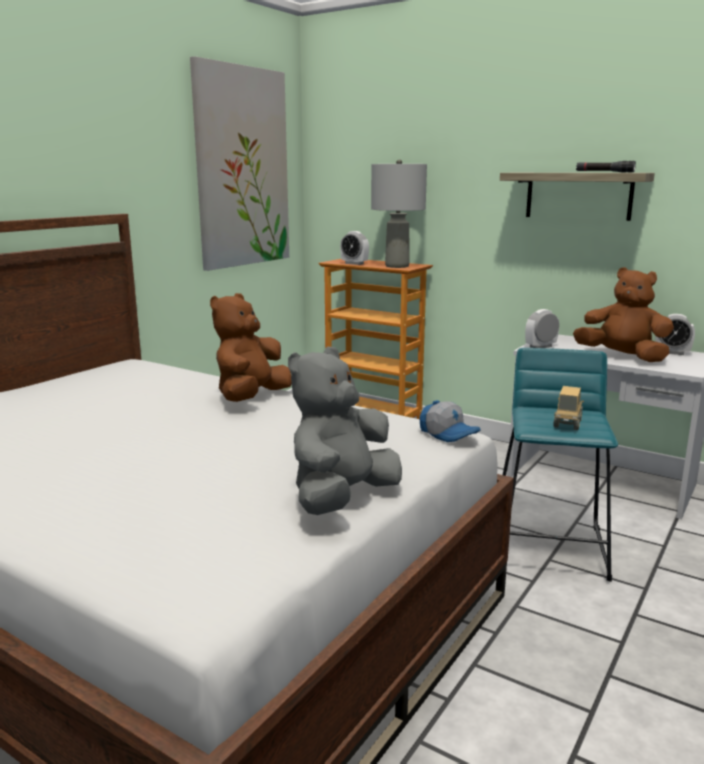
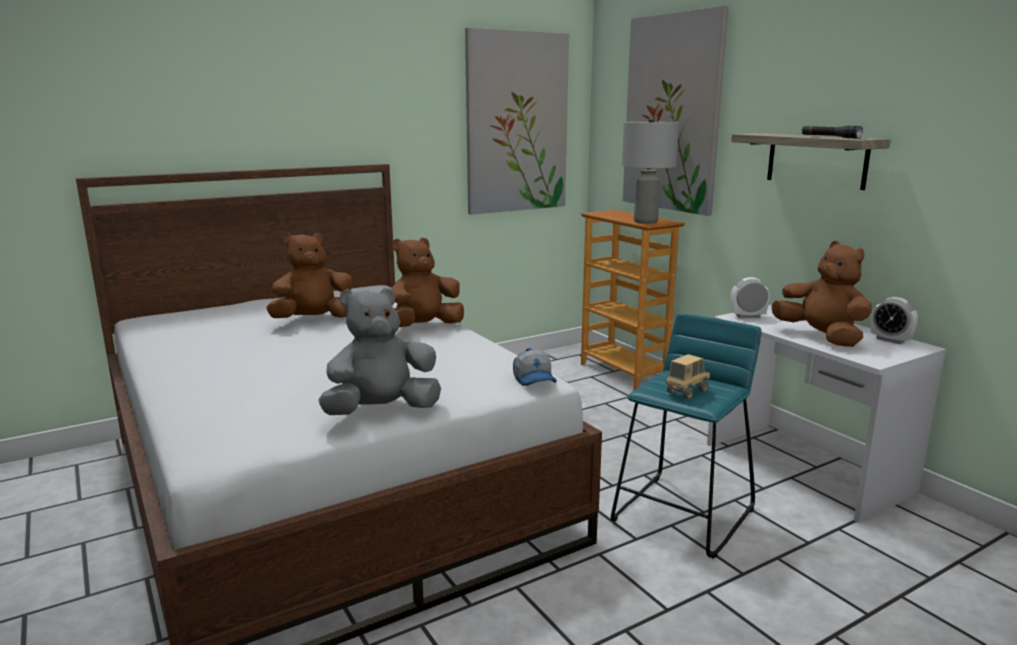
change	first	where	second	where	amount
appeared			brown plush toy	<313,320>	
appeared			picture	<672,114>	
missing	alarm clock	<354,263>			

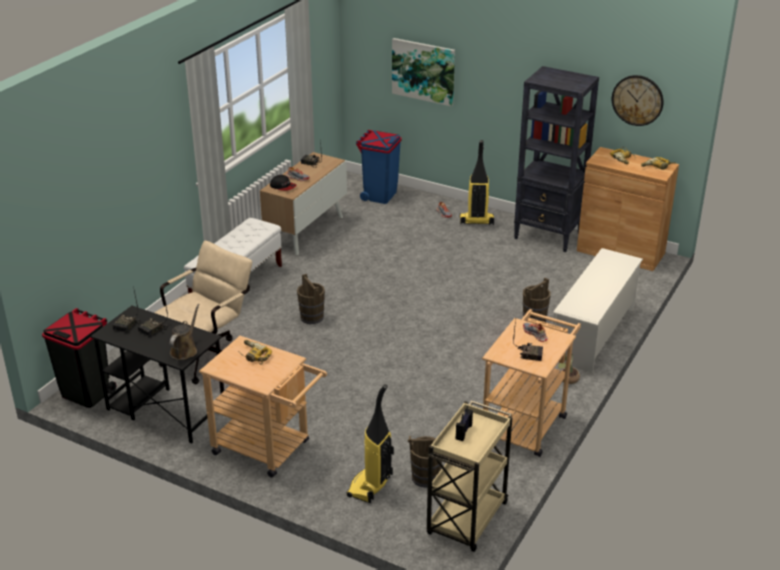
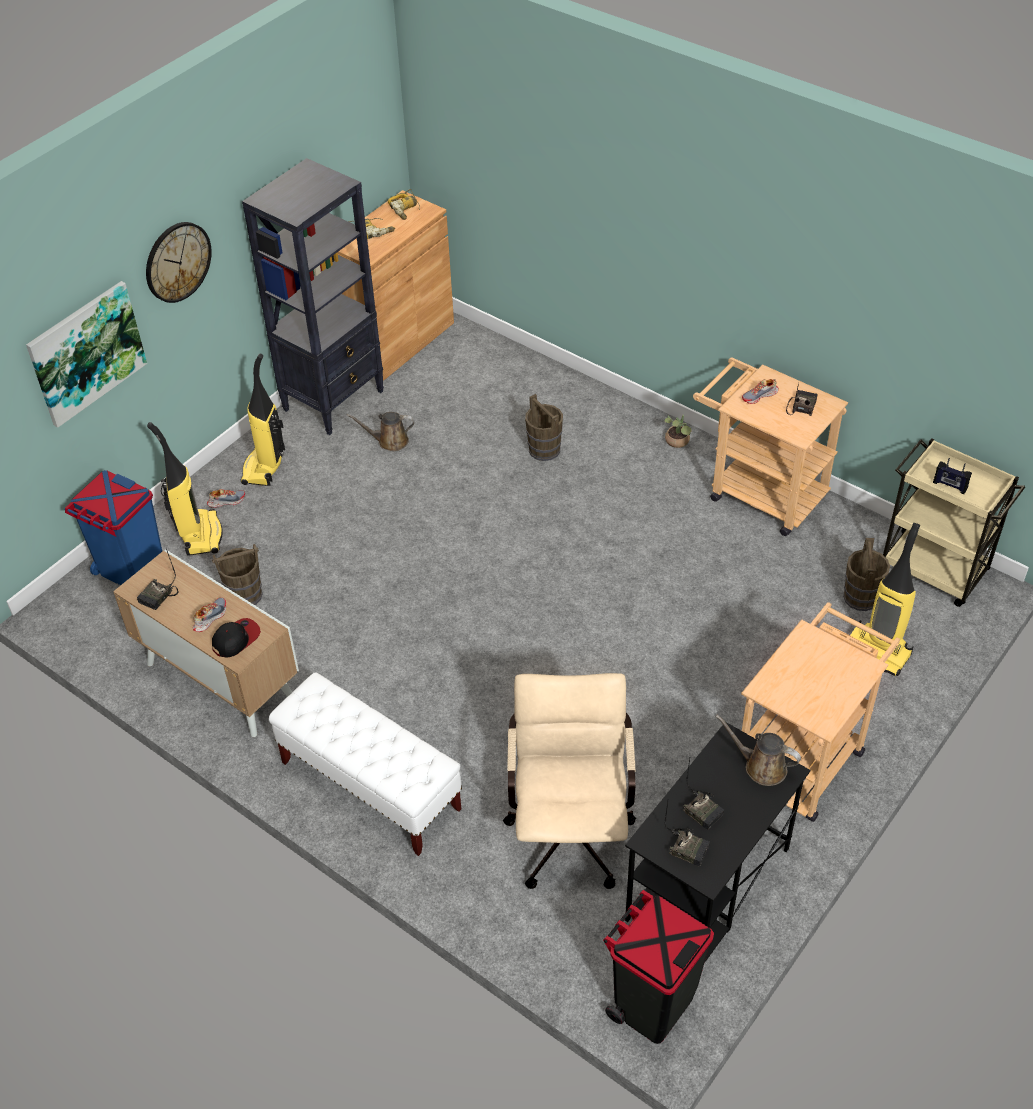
change	first	where	second	where	amount
relocated	wall clock	<637,100>		<177,261>	
appeared			vacuum cleaner	<200,534>	
relocated	brown bucket	<312,317>		<244,595>	
appeared			brown watering can	<389,441>	
spun	beige office chair	<208,355>		<570,828>	45 degrees clockwise
missing	power drill	<253,355>			
missing	white shoe rack	<593,334>			

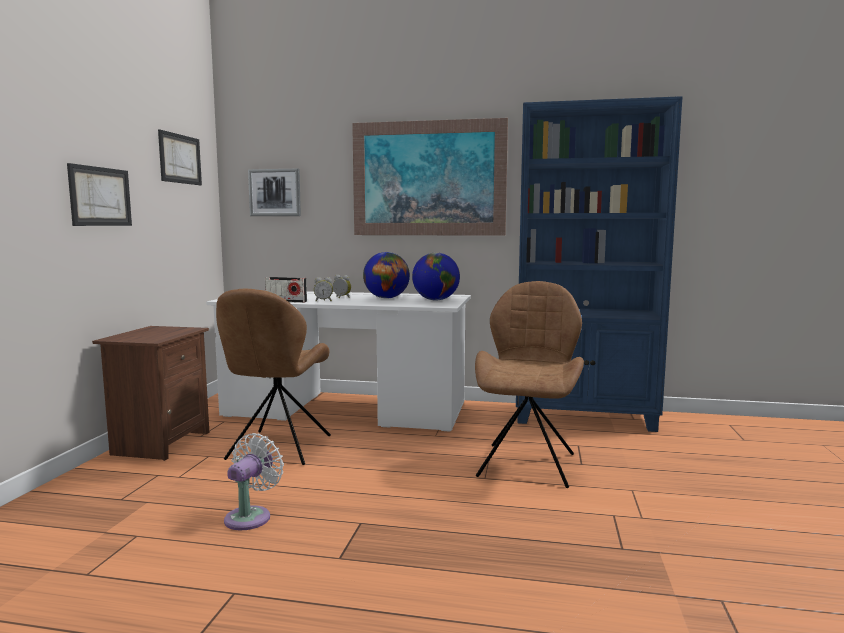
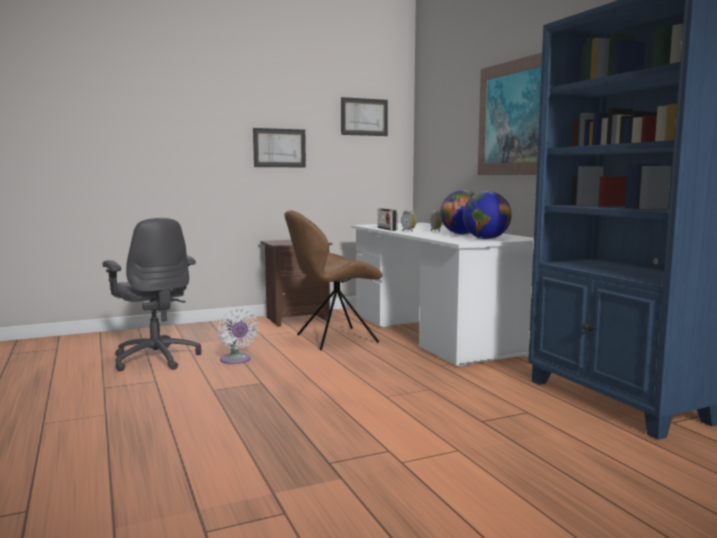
change	first	where	second	where	amount
appeared			grey office chair	<156,358>	
spun	white fan	<251,516>		<236,360>	75 degrees clockwise
missing	picture	<275,192>			
missing	brown chair	<527,463>			

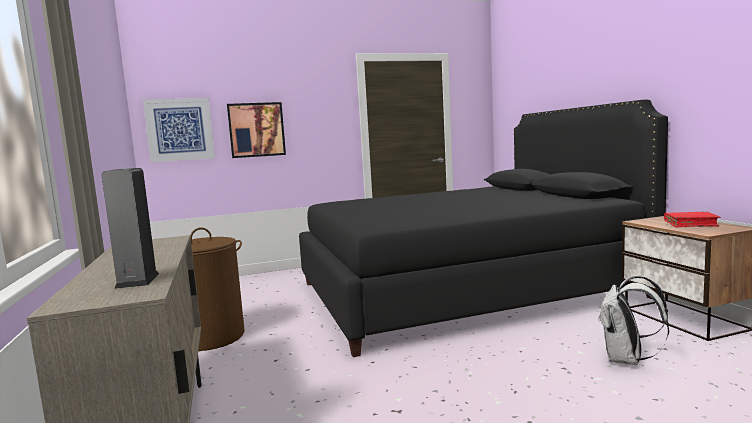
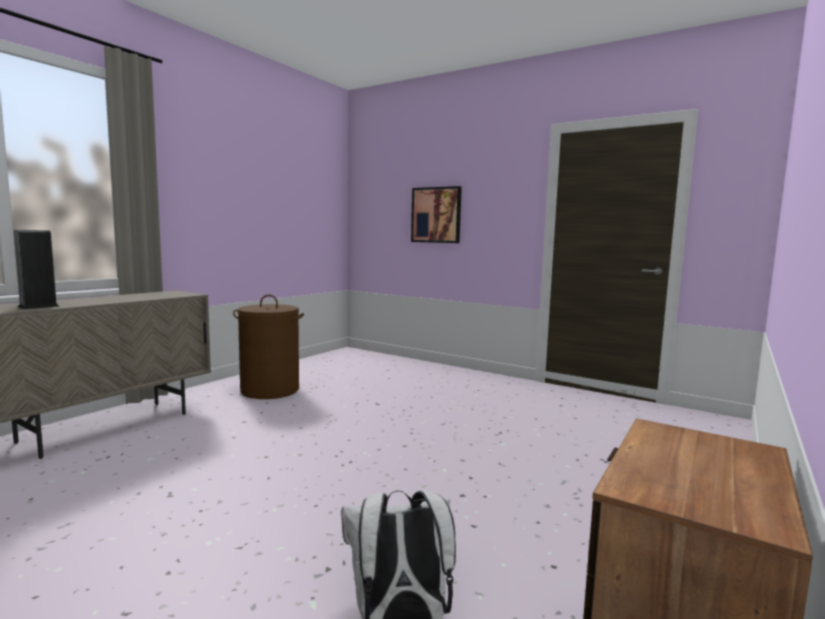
change	first	where	second	where	amount
missing	picture	<180,129>			
missing	black bed	<462,290>			
missing	red book	<690,224>			

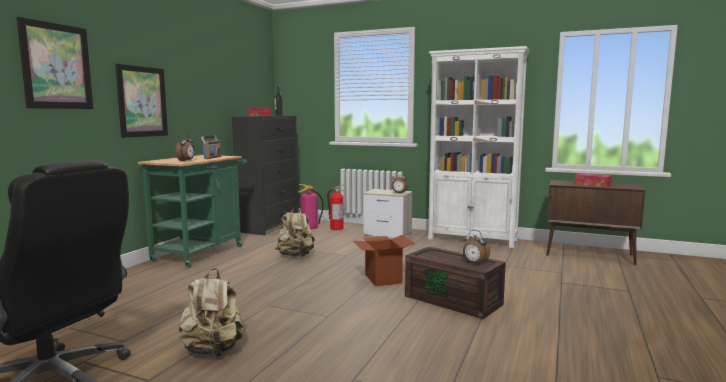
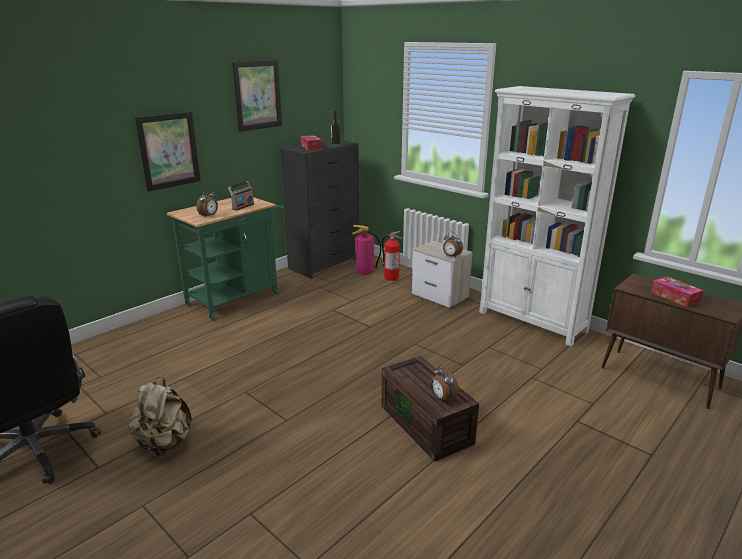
change	first	where	second	where	amount
relocated	picture	<57,66>		<257,95>	
missing	beige backpack	<296,256>			
missing	cardboard box	<383,279>			

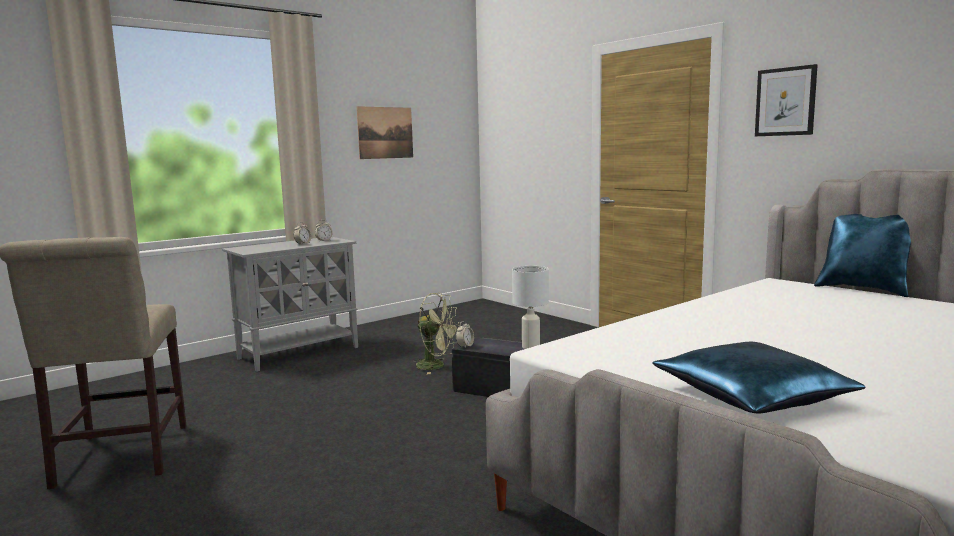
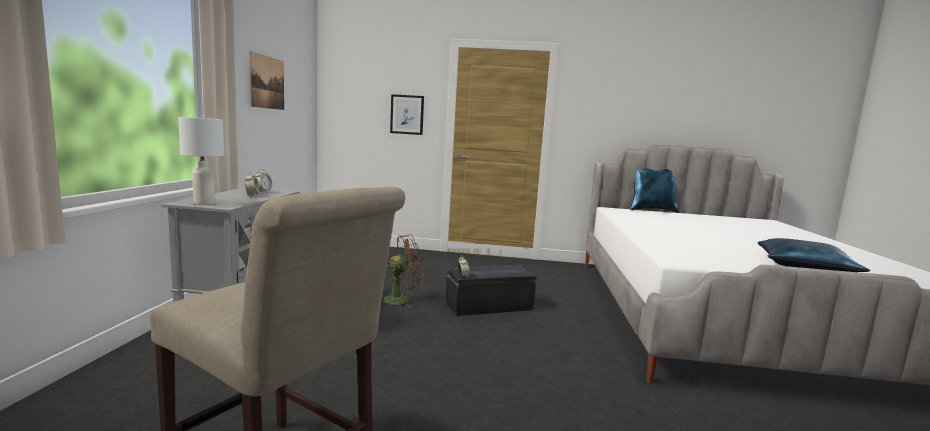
change	first	where	second	where	amount
relocated	white table lamp	<531,347>		<204,203>	
colour	green fan	<436,366>	brown fan	<401,300>	
relocated	picture	<785,101>		<407,114>	

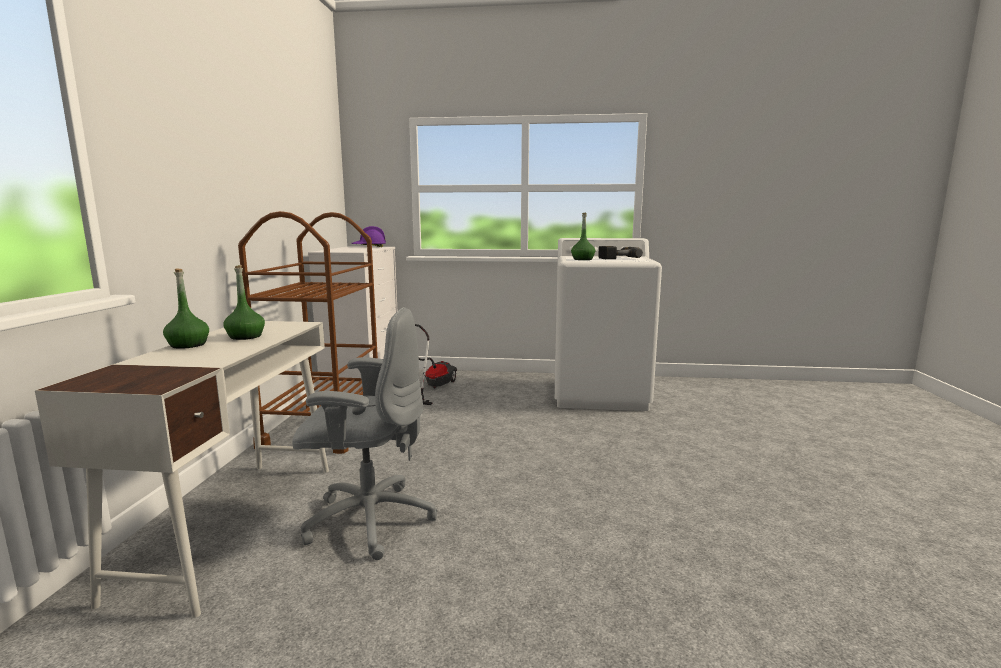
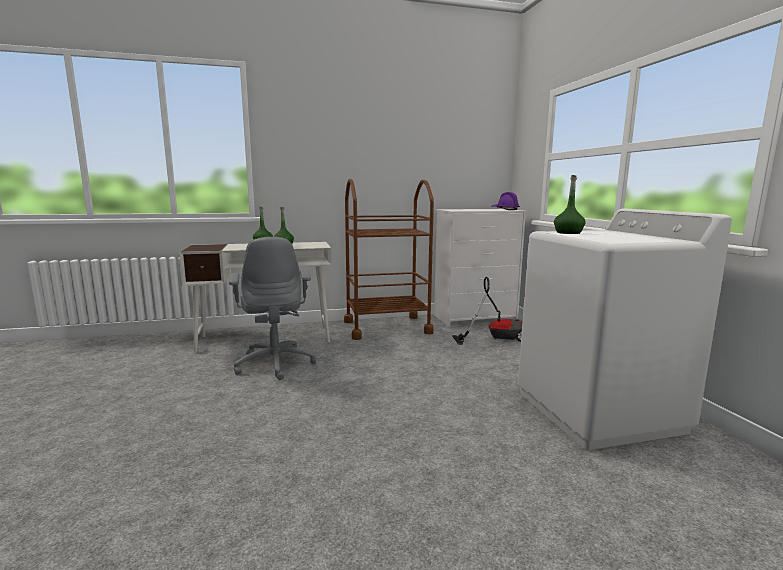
change	first	where	second	where	amount
missing	power drill	<617,258>			

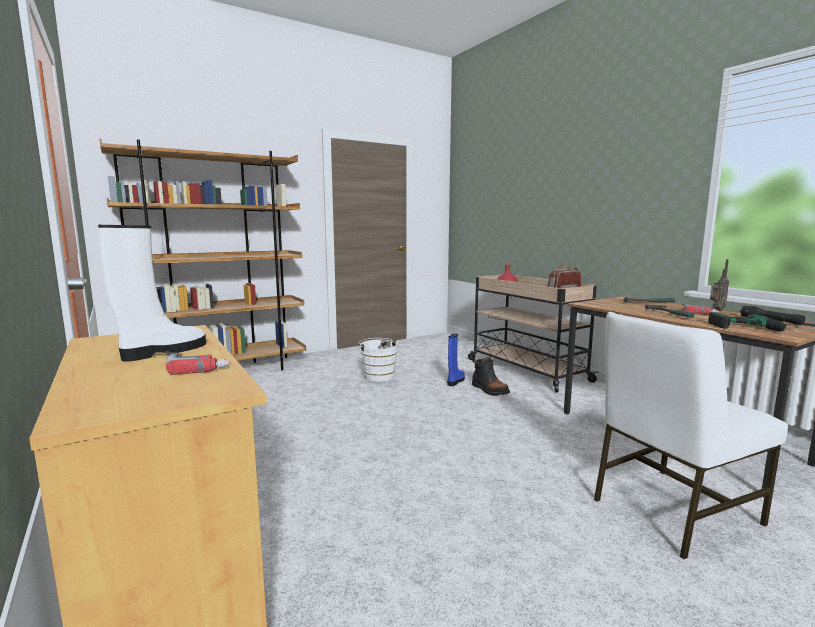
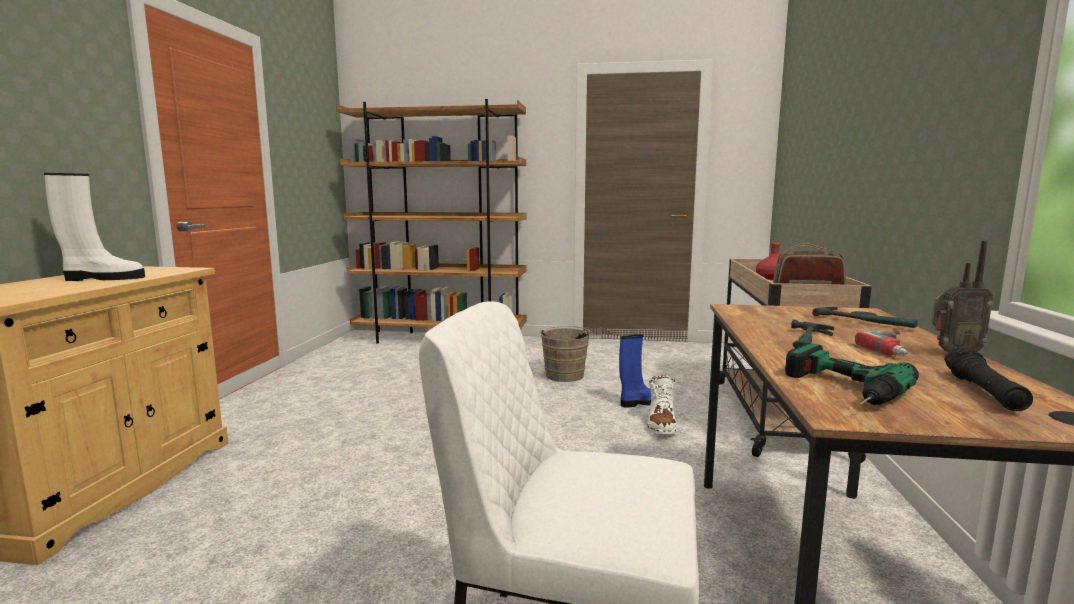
change	first	where	second	where	amount
colour	white bucket	<378,376>	brown bucket	<565,374>	
colour	black boot	<489,390>	white boot	<661,425>	
missing	power drill	<197,364>			

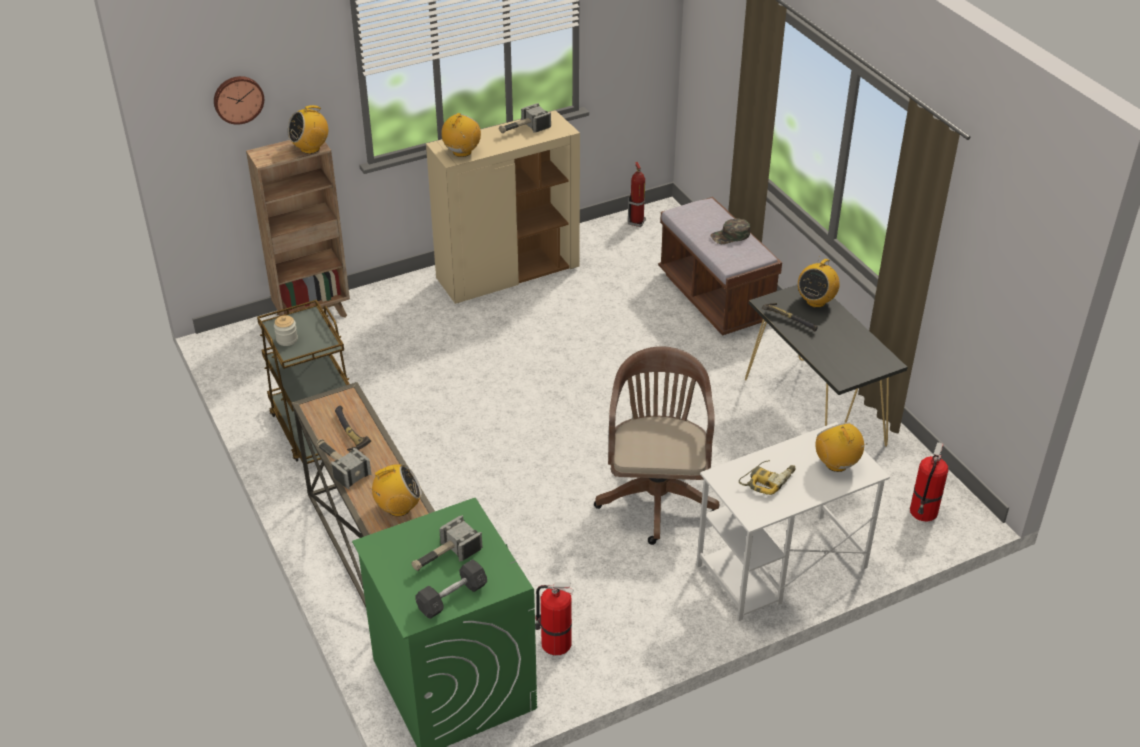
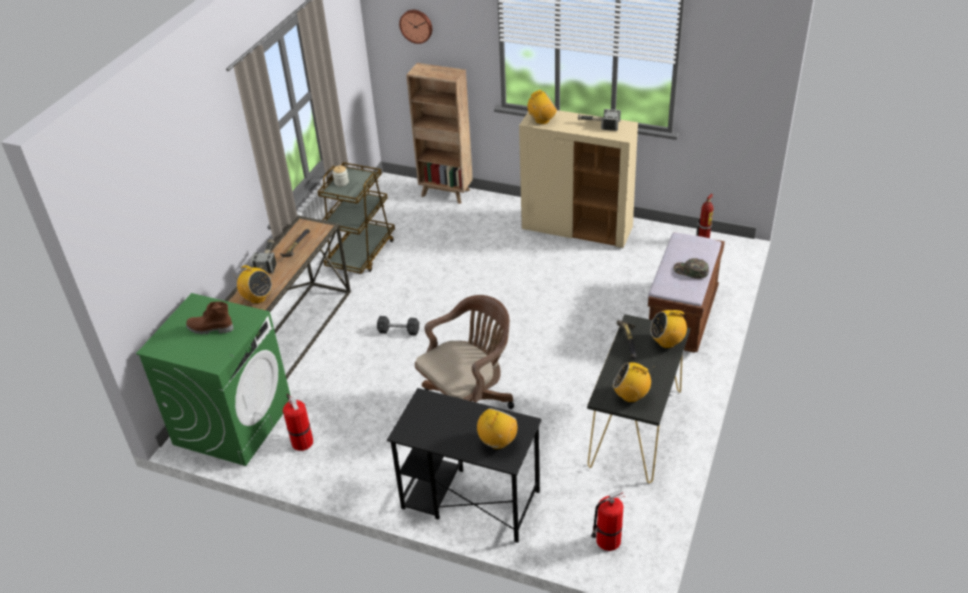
change	first	where	second	where	amount
exchanged	hammer	<444,556>	brown boot	<210,329>	
relocated	grey dumbbell	<452,597>		<398,331>	
colour	white desk	<780,567>	black desk	<469,500>	
relocated	radio	<310,148>		<631,396>	
missing	power drill	<767,480>			

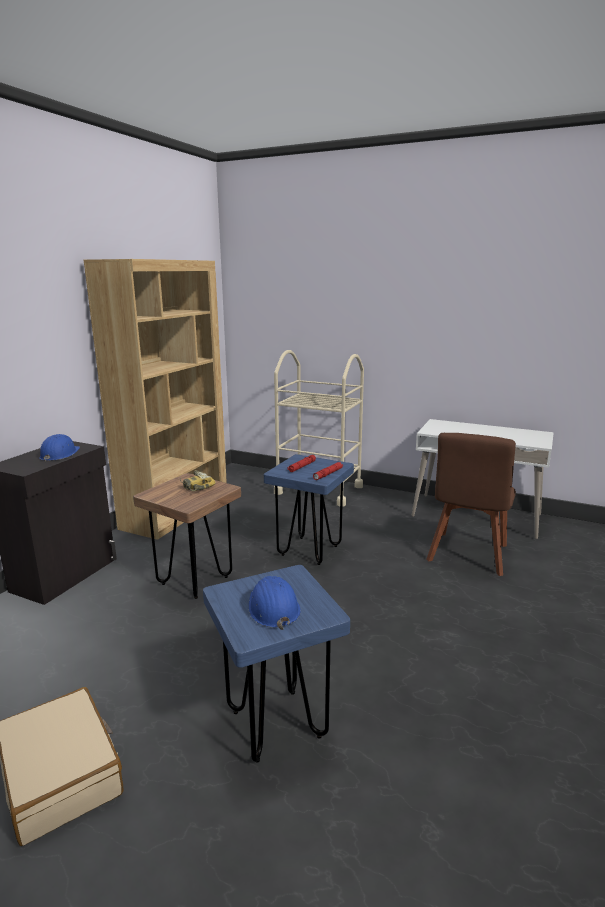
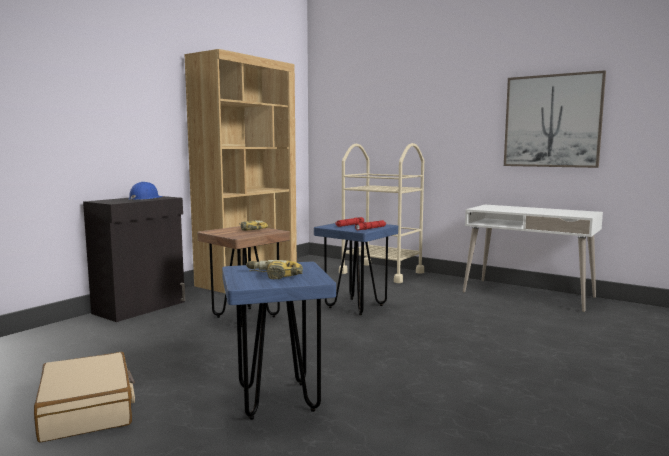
change	first	where	second	where	amount
exchanged	blue hard hat	<273,608>	power drill	<273,276>	
appeared			picture	<552,121>	
missing	brown chair	<467,555>			

